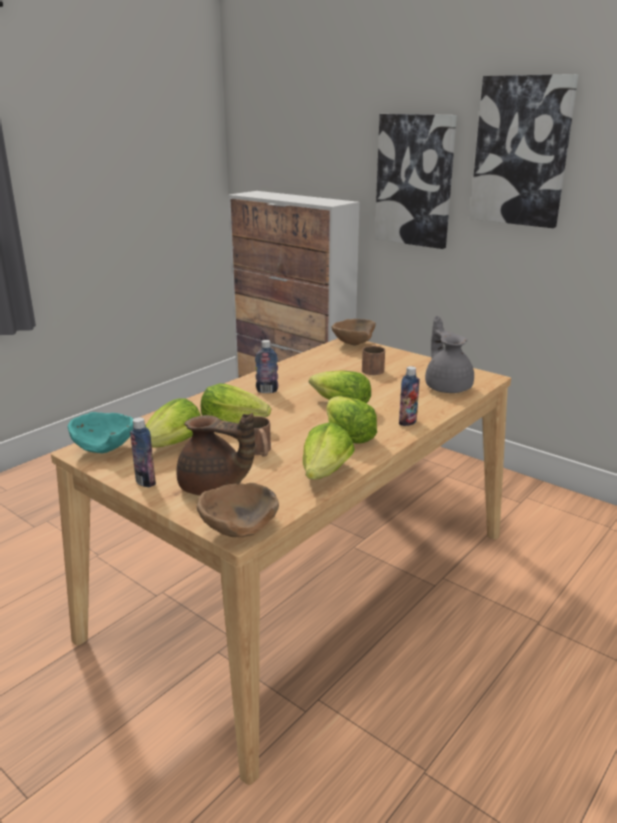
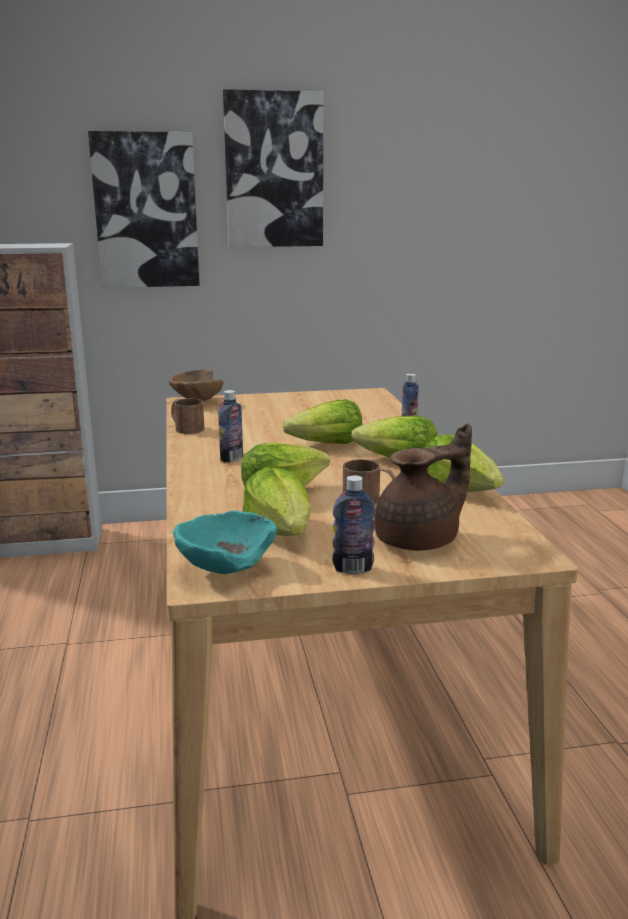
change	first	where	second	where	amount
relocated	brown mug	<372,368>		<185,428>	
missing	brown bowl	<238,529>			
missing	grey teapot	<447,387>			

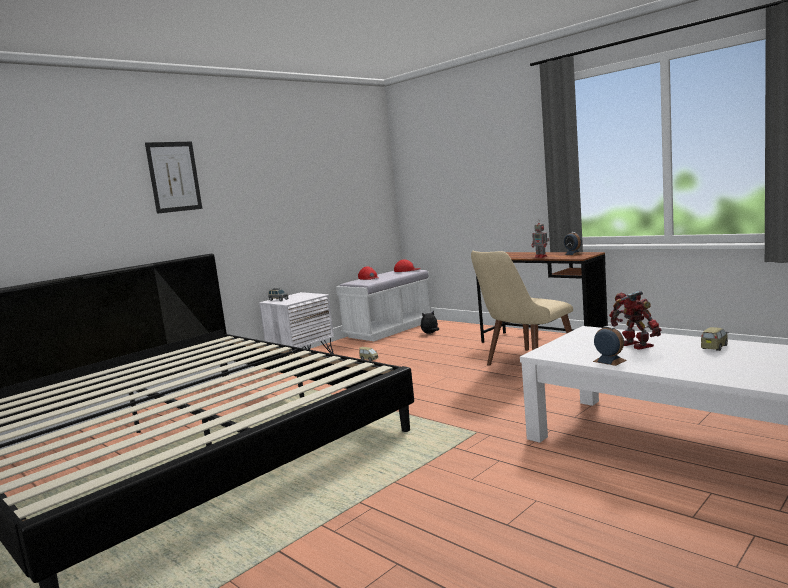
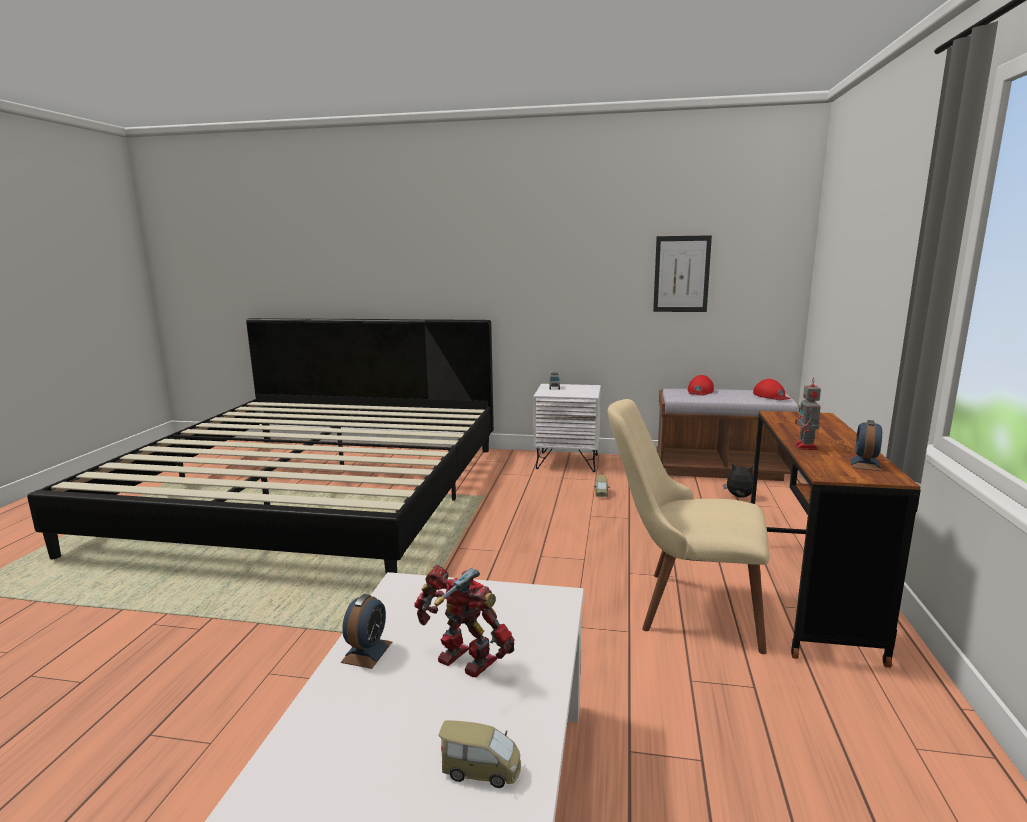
change	first	where	second	where	amount
spun	toy robot	<635,346>		<464,663>	90 degrees counterclockwise
relocated	picture	<174,177>		<681,274>	
colour	white bench	<389,329>	brown bench	<720,469>	

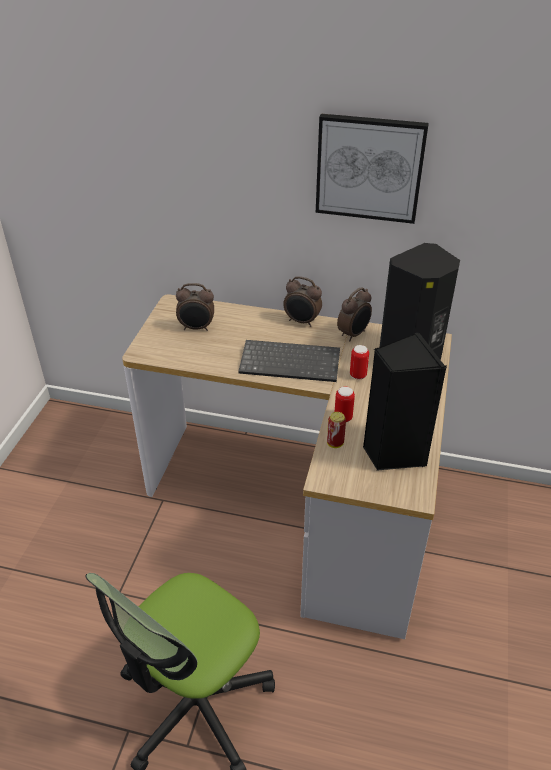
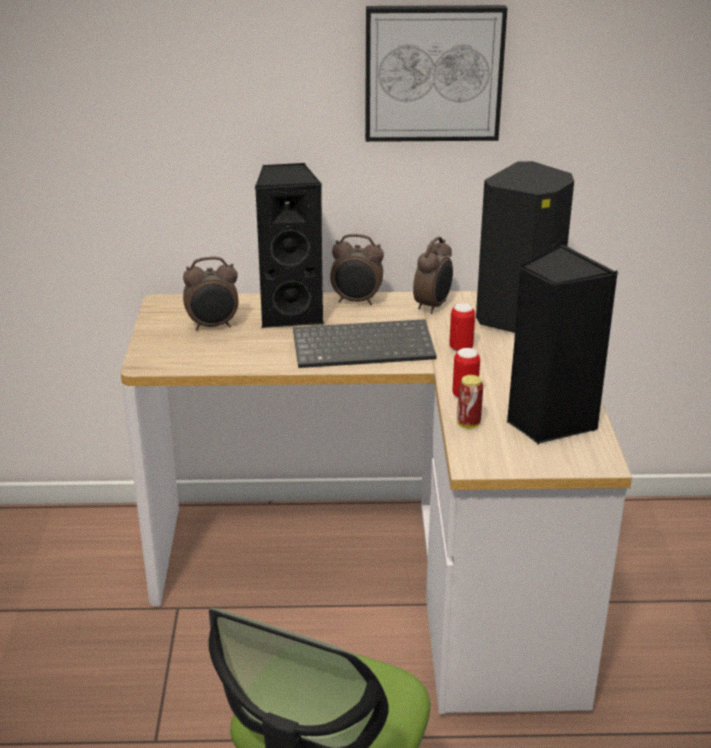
change	first	where	second	where	amount
appeared			black speaker	<291,314>	

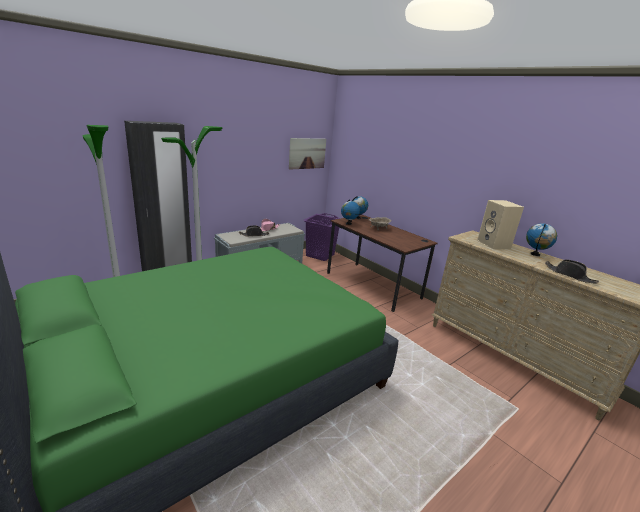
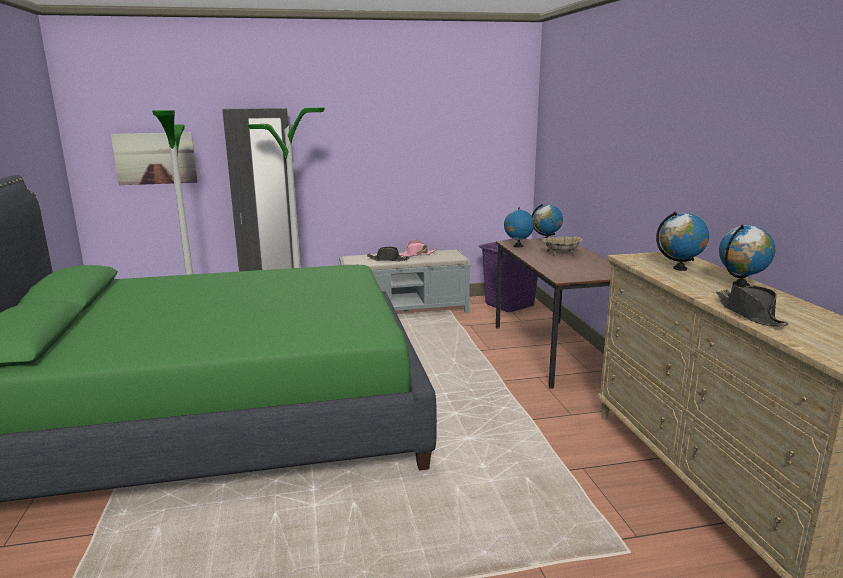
change	first	where	second	where	amount
relocated	picture	<307,153>		<155,158>	
exchanged	beige speaker	<494,244>	globe	<680,268>	

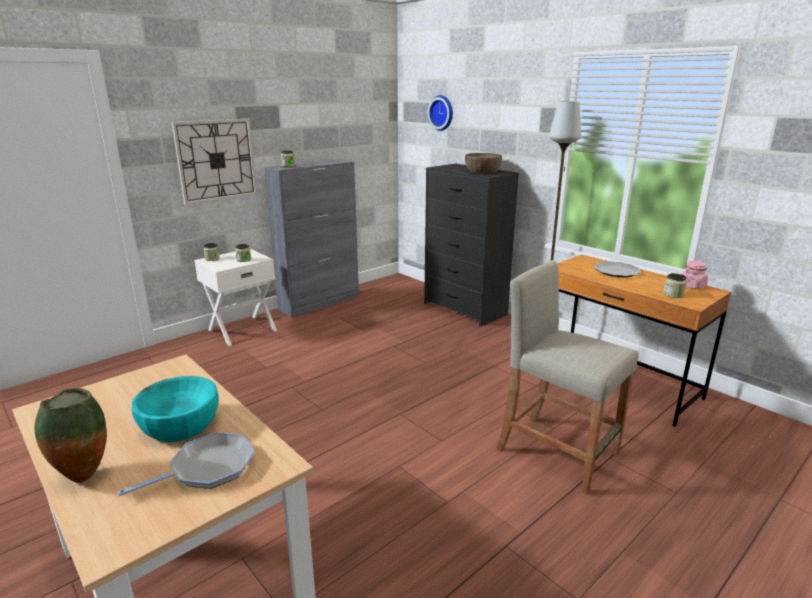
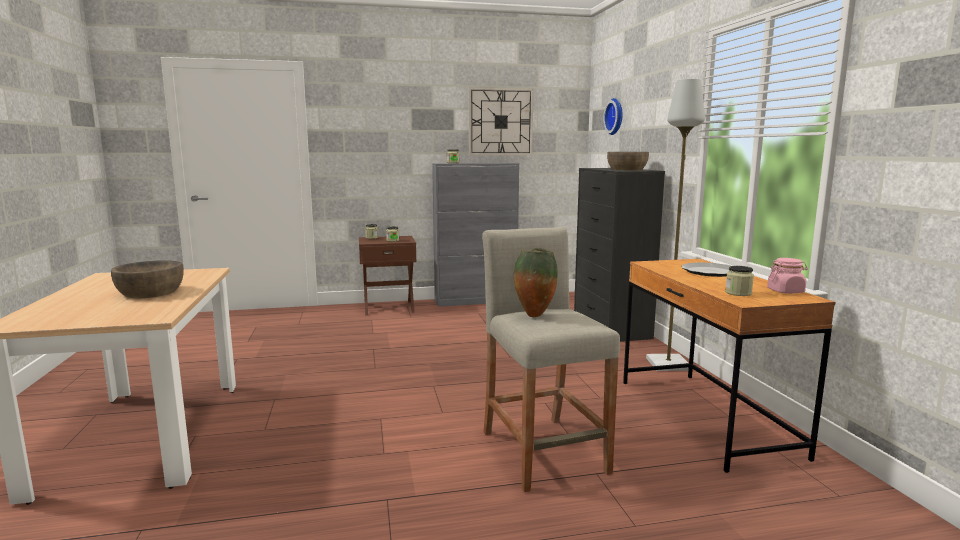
change	first	where	second	where	amount
colour	turquoise bowl	<180,425>	brown bowl	<150,292>	
colour	white nightstand	<242,330>	brown nightstand	<388,307>	
relocated	wall clock	<216,160>		<500,122>	
relocated	vase	<83,475>		<534,315>	
missing	frying pan	<208,468>			

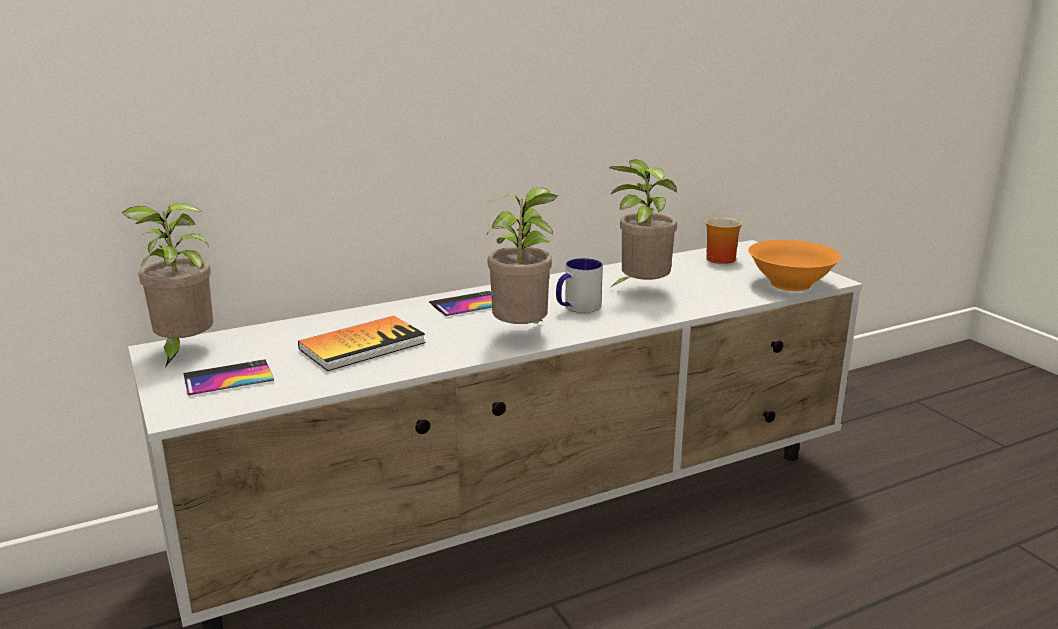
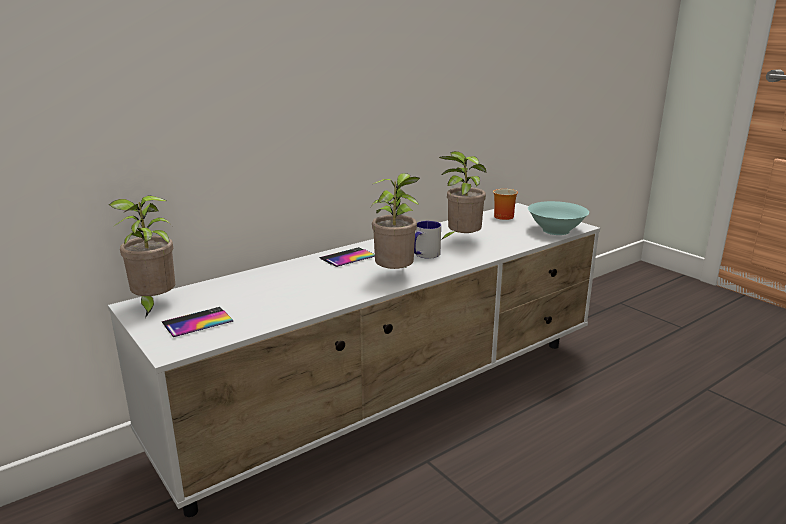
change	first	where	second	where	amount
colour	orange bowl	<789,284>	turquoise bowl	<555,230>	
missing	book	<362,346>			

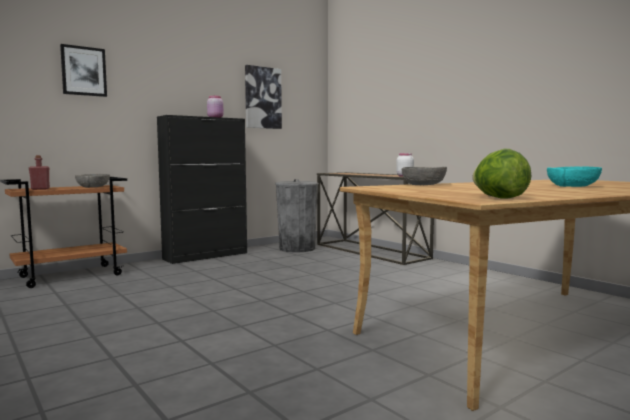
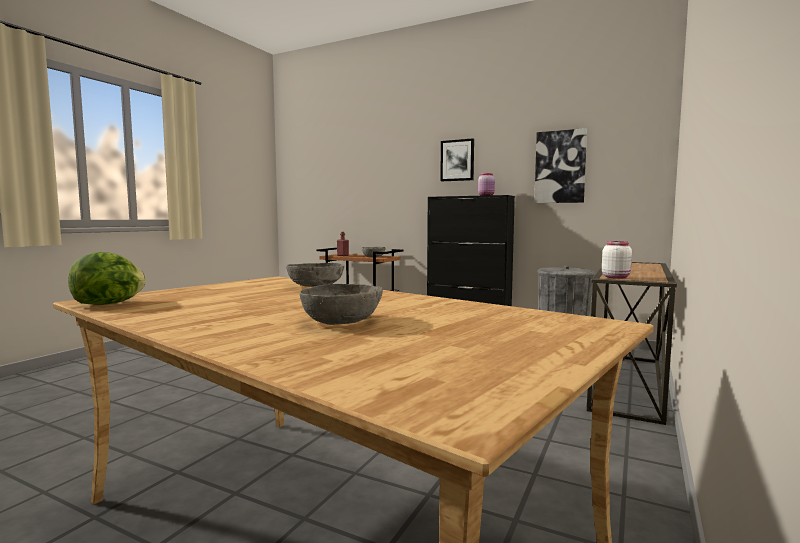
change	first	where	second	where	amount
colour	turquoise bowl	<572,186>	grey bowl	<342,321>	
relocated	picture	<83,71>		<457,160>	

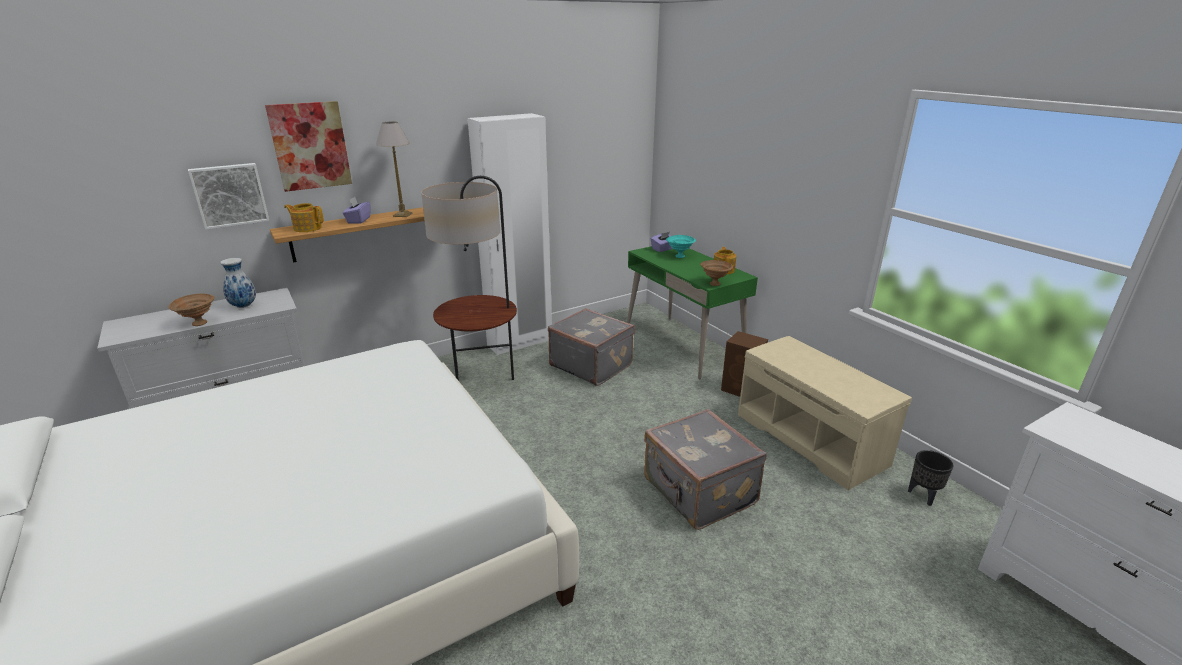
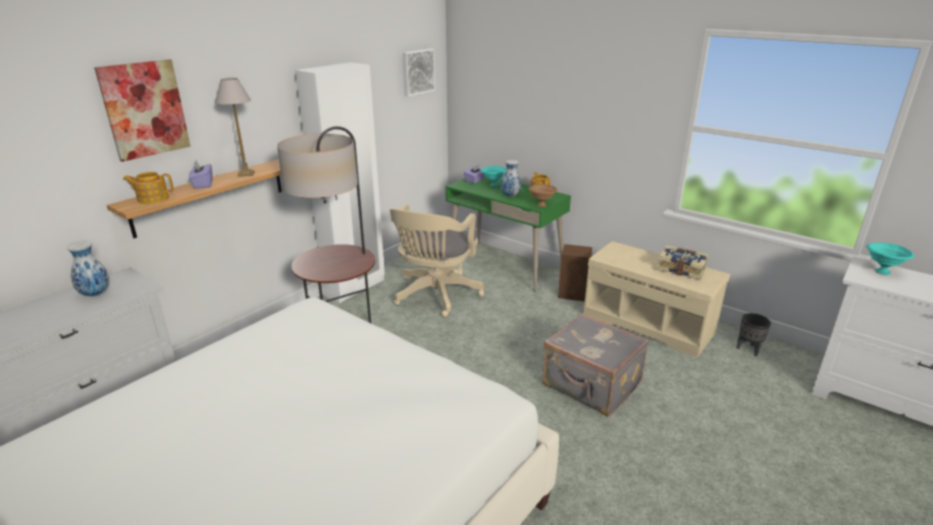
change	first	where	second	where	amount
exchanged	grey suitcase	<591,365>	beige office chair	<435,296>	
relocated	picture	<230,195>		<417,72>	
appeared			vase	<510,196>	
appeared			book	<681,269>	
appeared			turquoise bowl	<881,271>	
missing	brown bowl	<198,324>			

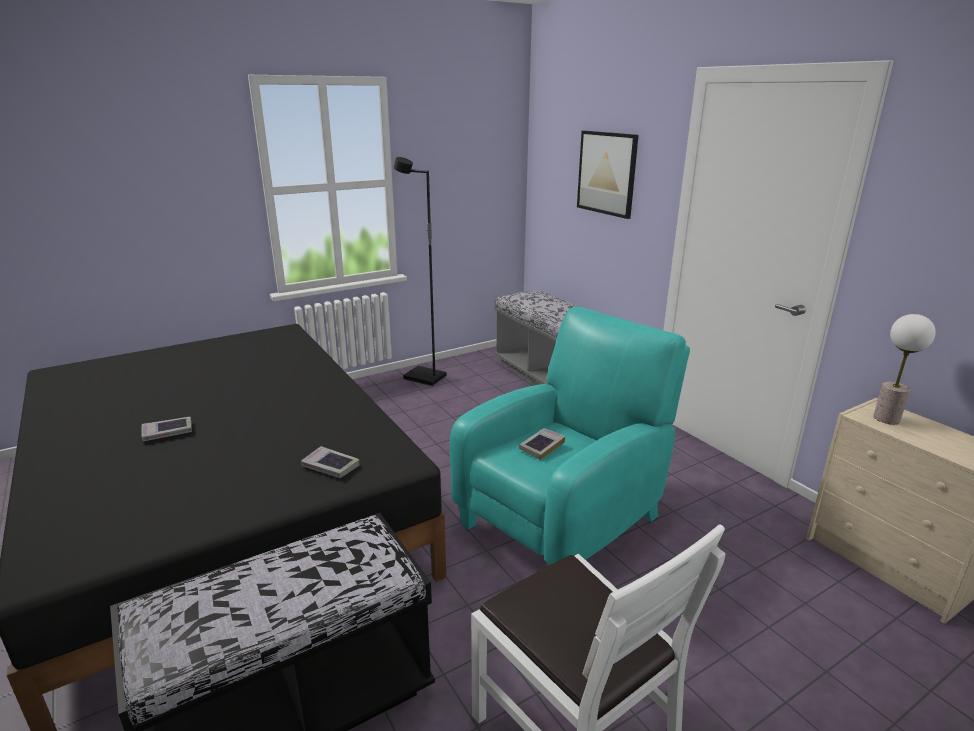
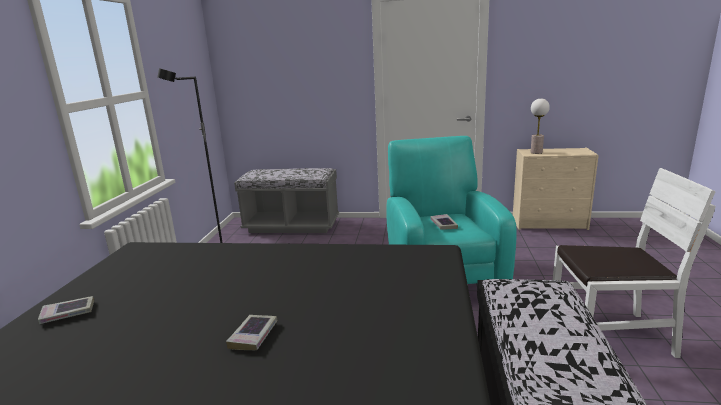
change	first	where	second	where	amount
relocated	book	<330,466>		<68,313>	
missing	picture	<607,173>			

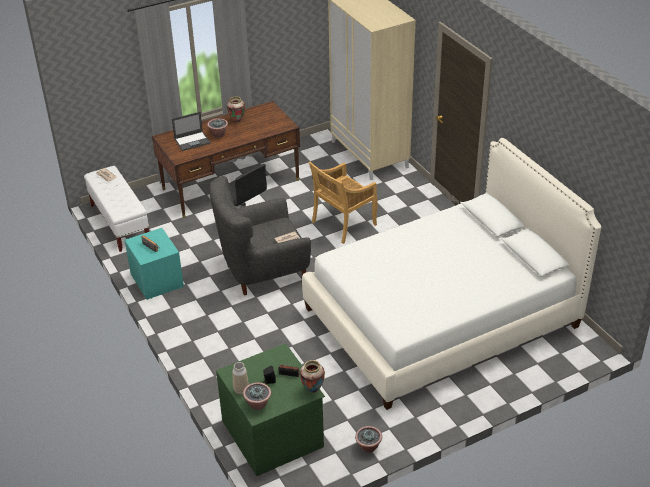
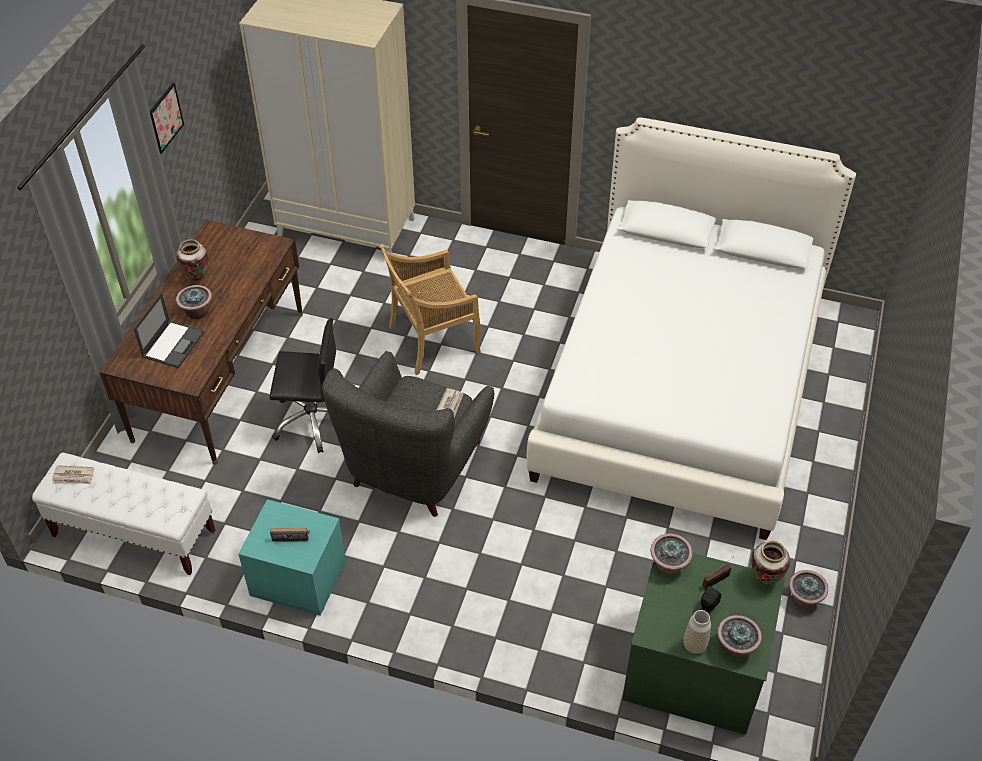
change	first	where	second	where	amount
appeared			picture	<165,118>	
spun	beige chair	<343,224>		<432,340>	60 degrees clockwise
appeared			potted plant	<669,565>	

